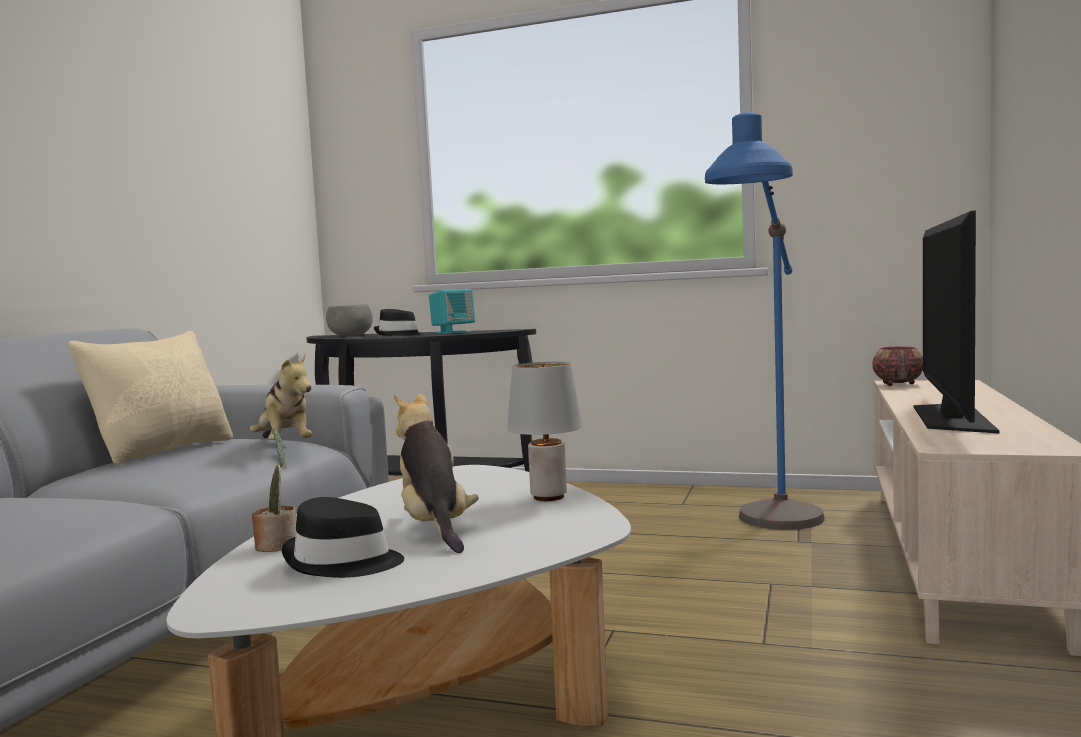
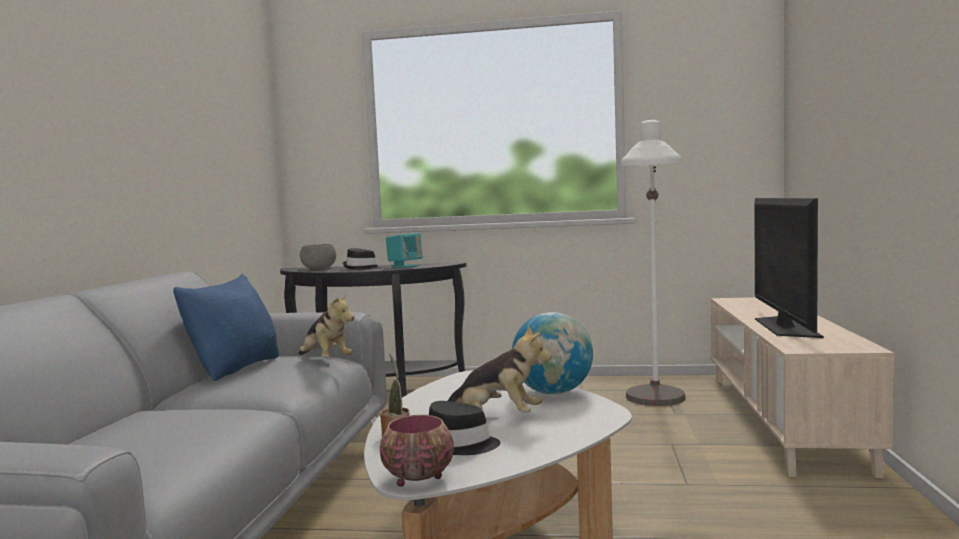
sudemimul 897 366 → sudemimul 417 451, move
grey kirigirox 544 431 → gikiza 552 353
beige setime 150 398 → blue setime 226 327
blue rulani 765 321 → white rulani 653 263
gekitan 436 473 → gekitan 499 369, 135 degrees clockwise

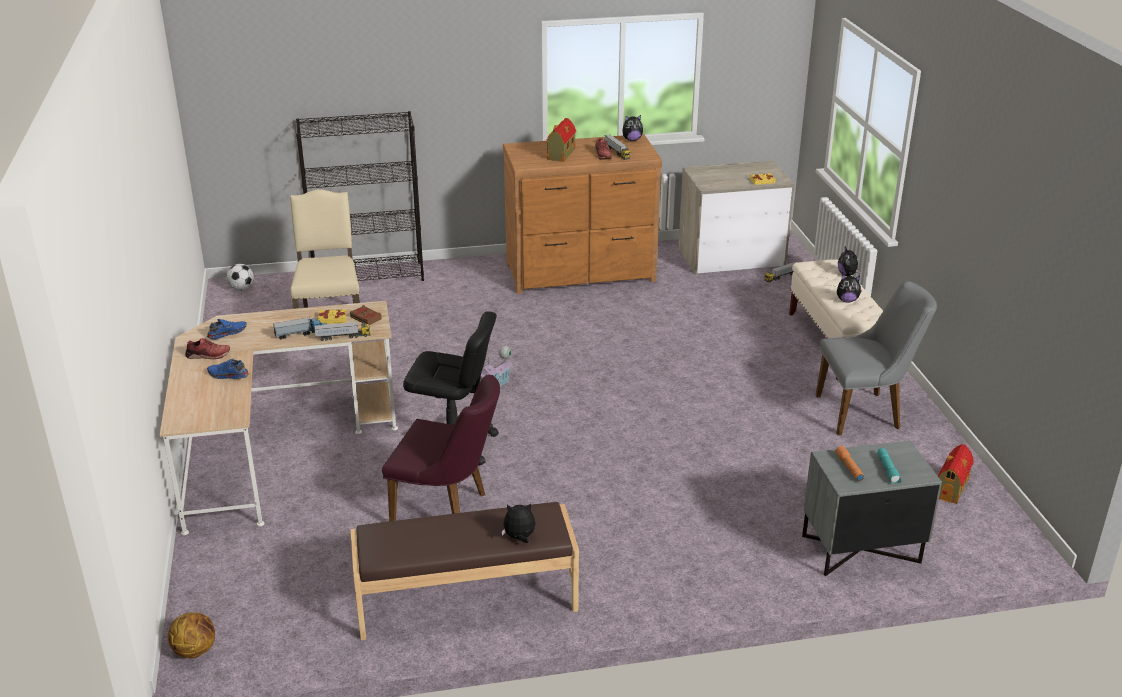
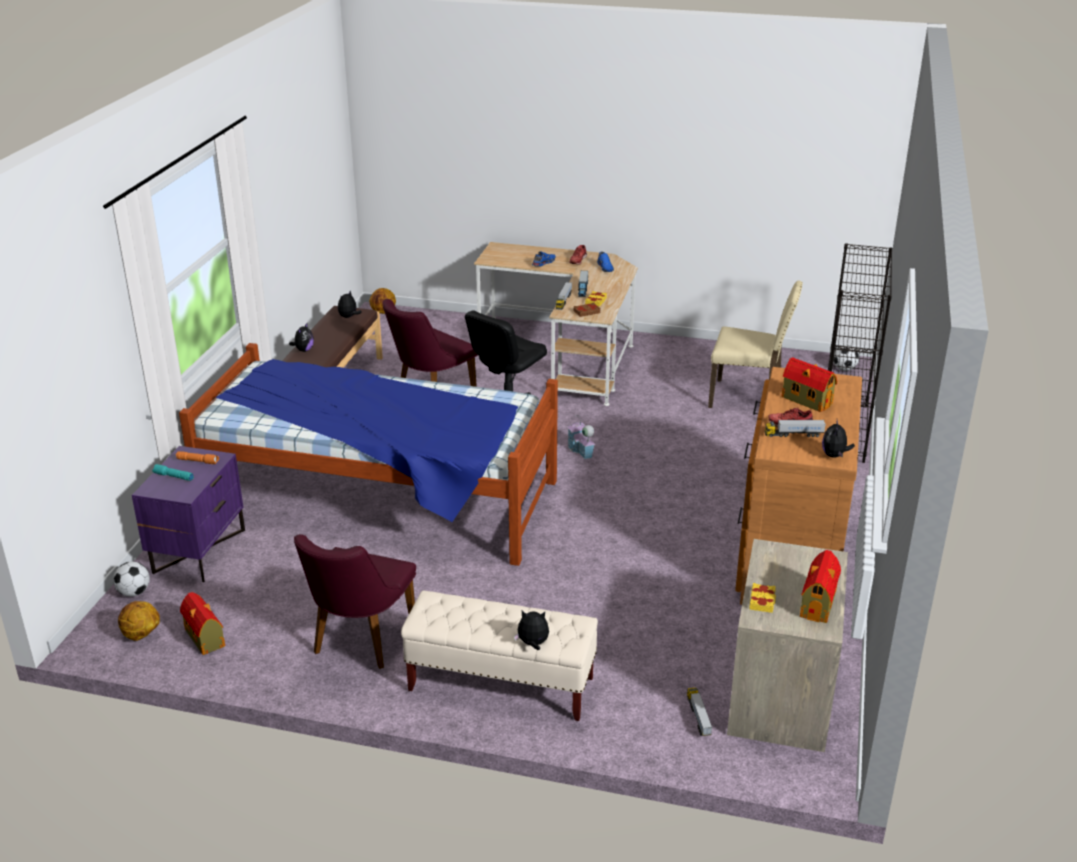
- → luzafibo 131 579
- → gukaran 139 621
- → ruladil 368 454
- → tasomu 820 586
gekitan 849 289 → gekitan 350 304, move
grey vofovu 872 508 → purple vofovu 188 514
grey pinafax 876 358 → purple pinafax 355 601

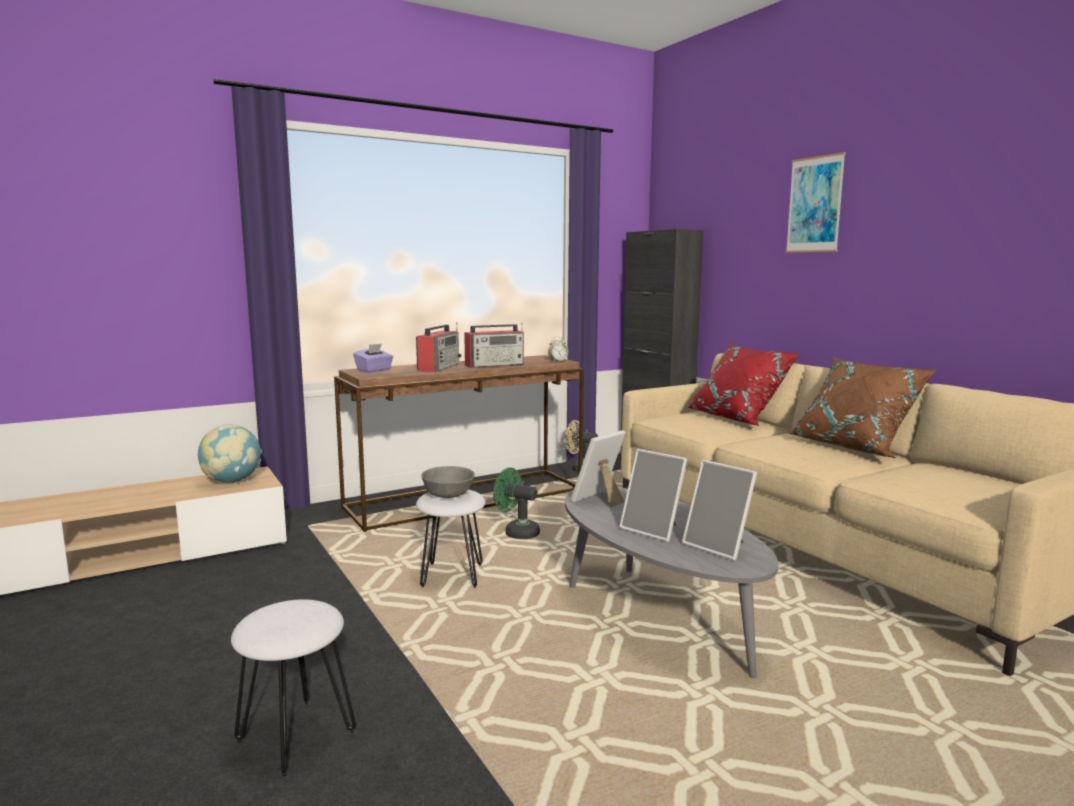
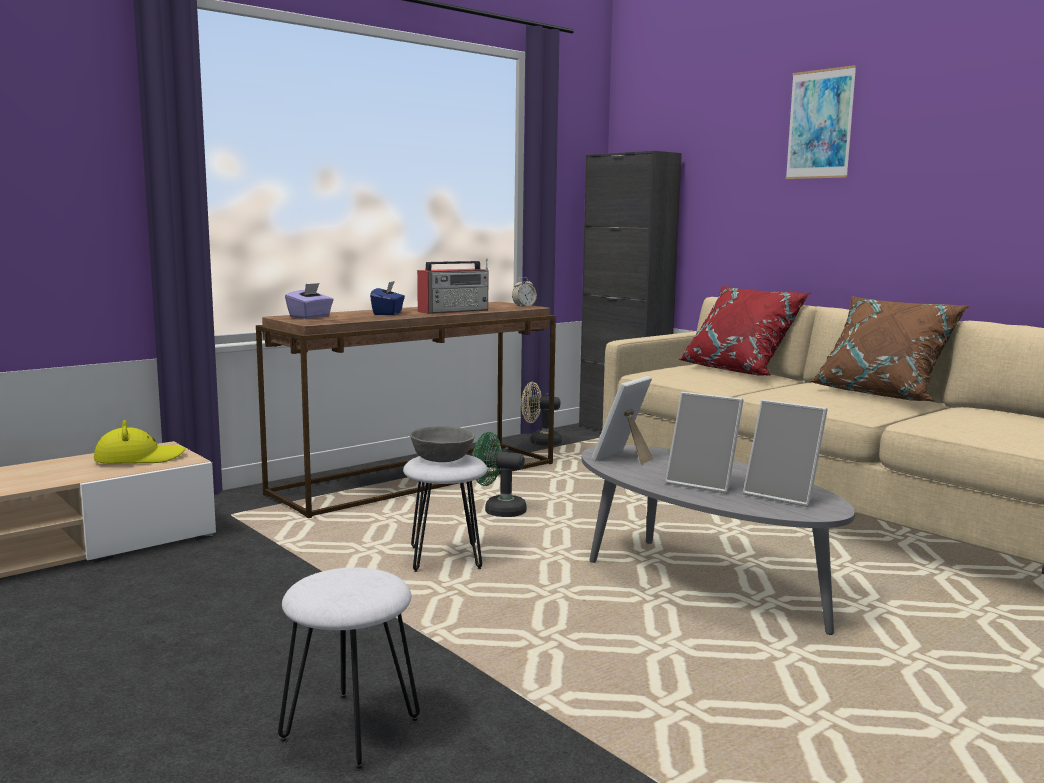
gikiza 230 453 → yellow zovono 140 442
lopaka 438 347 → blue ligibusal 387 298

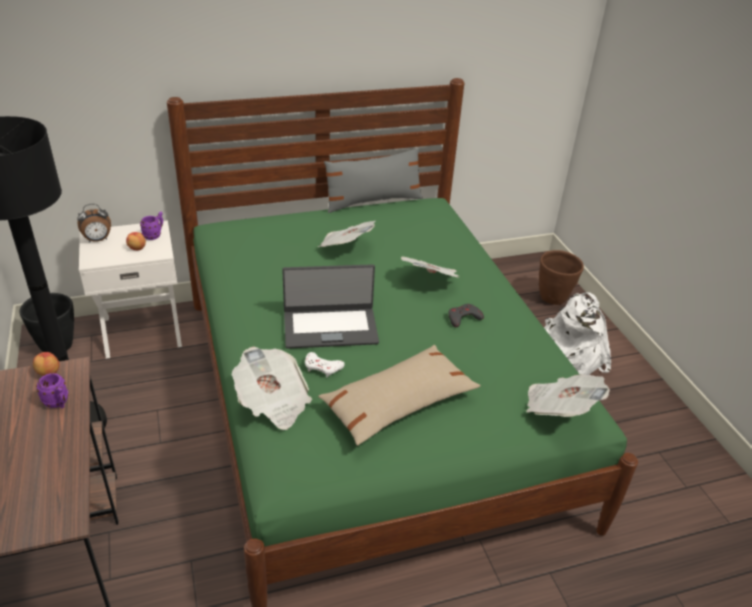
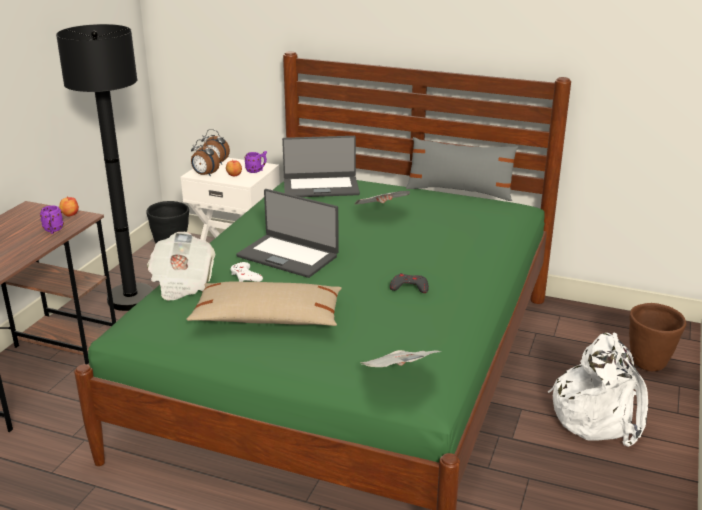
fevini 430 267 → -
- → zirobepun 205 158
- → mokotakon 321 166

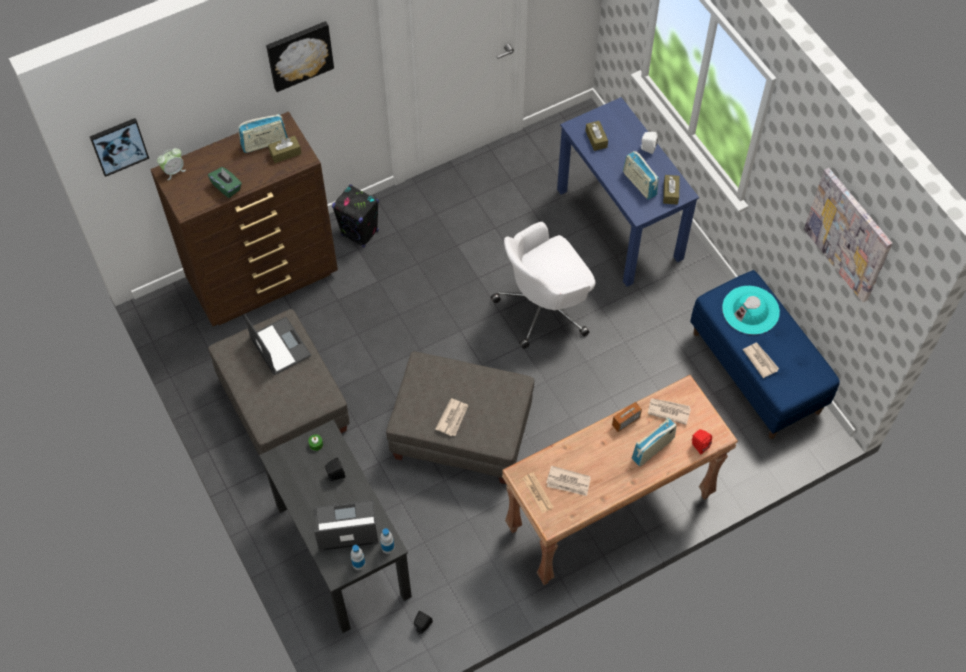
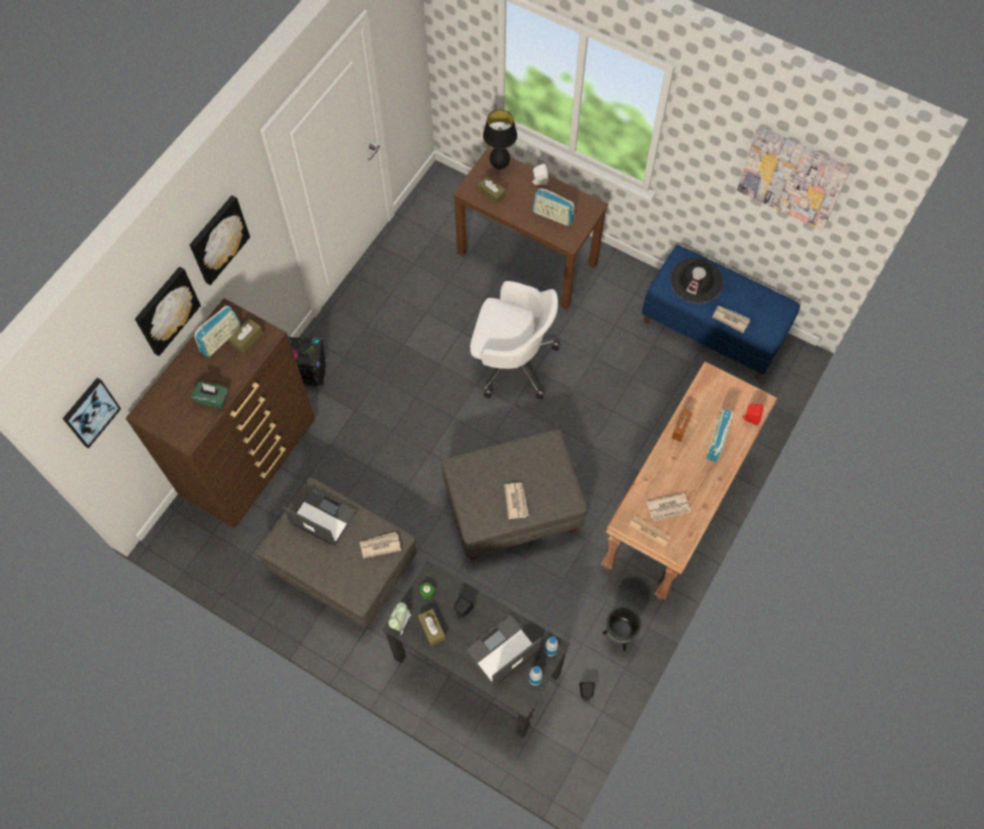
- → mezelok 168 311
- → black kirigirox 500 140
- → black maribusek 622 628
zirobepun 171 164 → zirobepun 399 618, move
fevini 669 411 → fevini 380 545, move
brown ligibusal 671 190 → brown ligibusal 432 627, move
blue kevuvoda 628 192 → brown kevuvoda 530 228
turquoise zovono 751 310 → black zovono 697 280
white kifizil 543 285 → white kifizil 515 340, 105 degrees counterclockwise

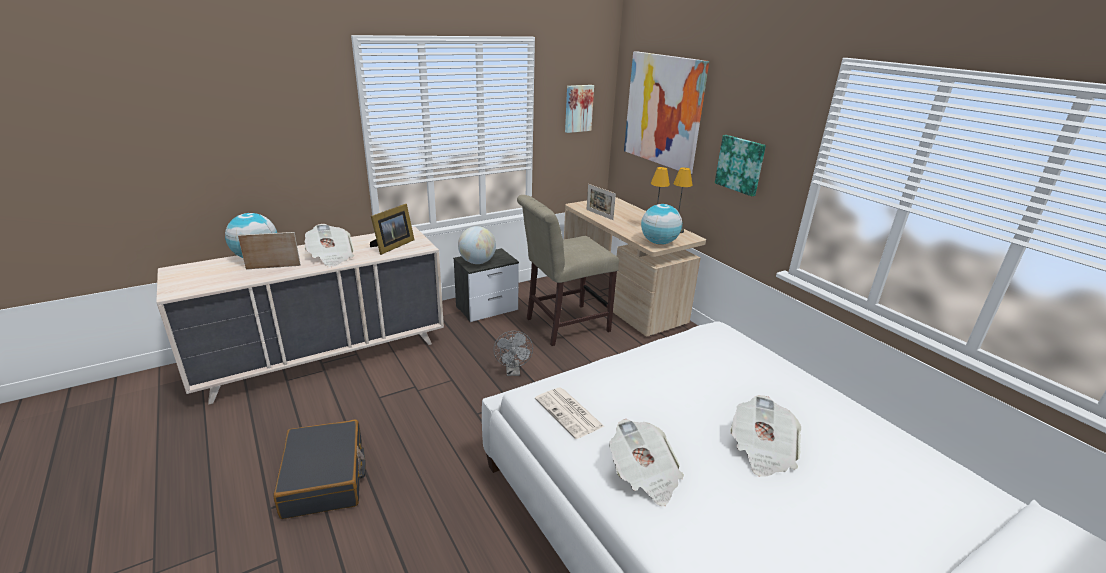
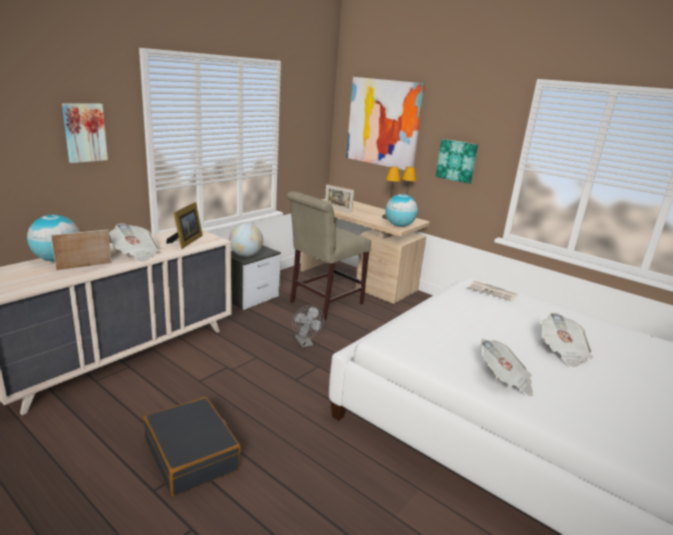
fevini 570 413 → fevini 493 290, move
mezelok 579 109 → mezelok 85 133, move

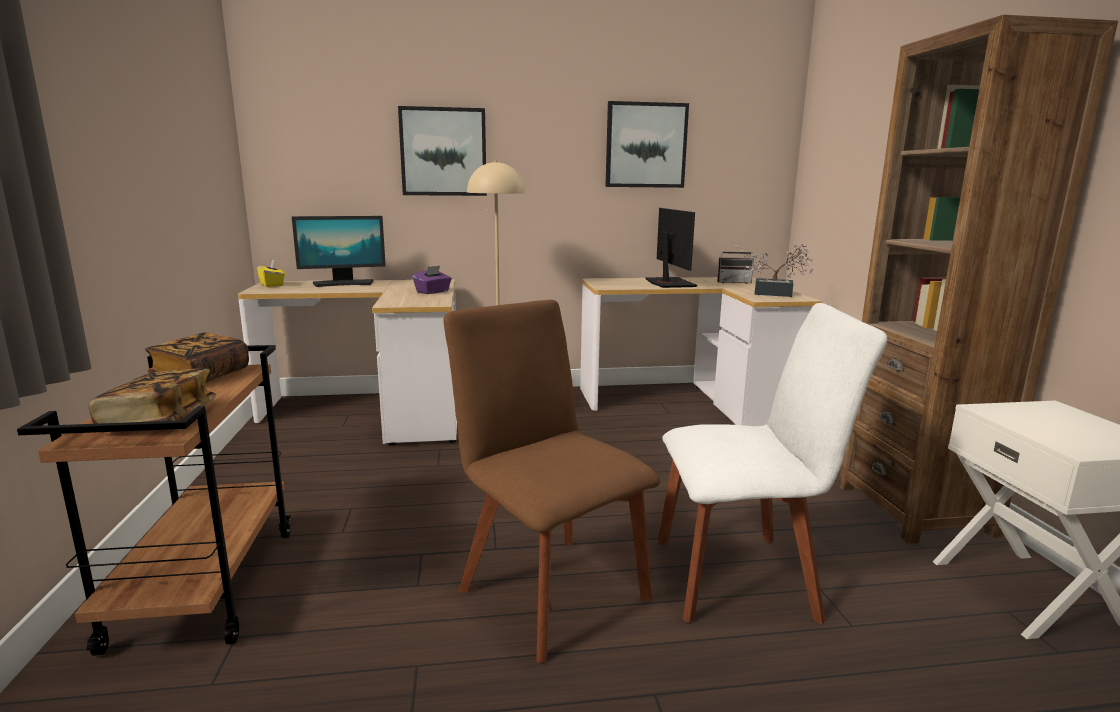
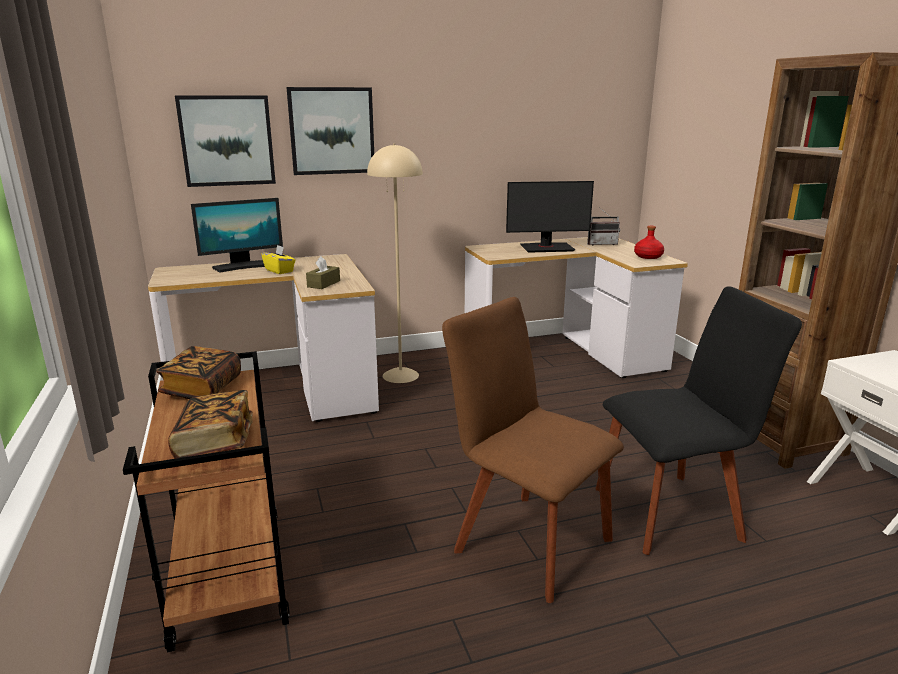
purple ligibusal 432 280 → -
- → brown ligibusal 323 272
yellow ligibusal 271 273 → yellow ligibusal 278 259, move
mezelok 647 144 → mezelok 225 141, move
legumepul 779 270 → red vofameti 649 242
white pinafax 772 464 → black pinafax 699 420
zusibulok 671 248 → zusibulok 550 217, 105 degrees clockwise

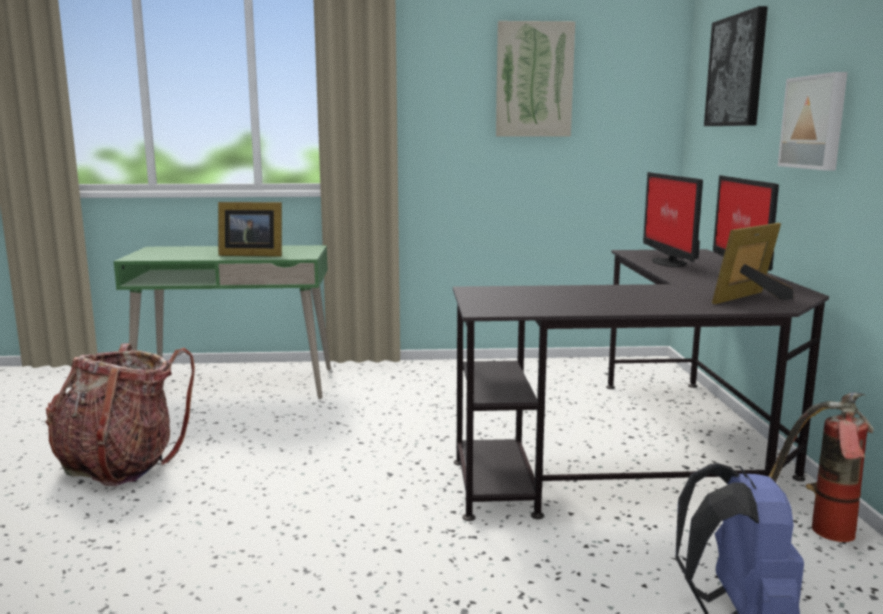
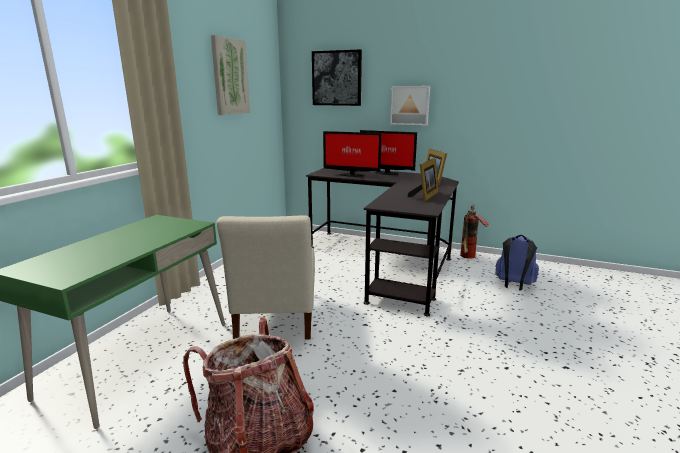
- → beige pinafax 265 277
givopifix 250 229 → givopifix 422 179, move

